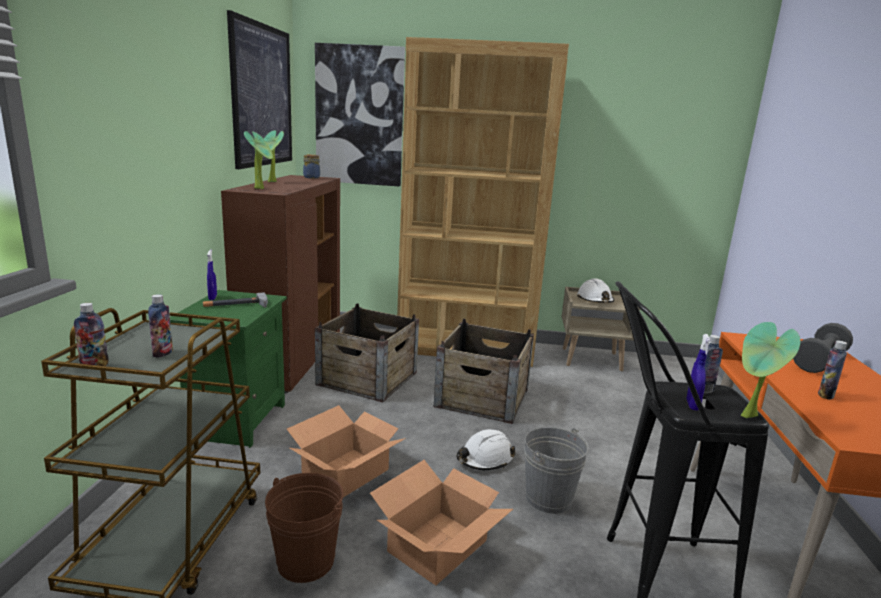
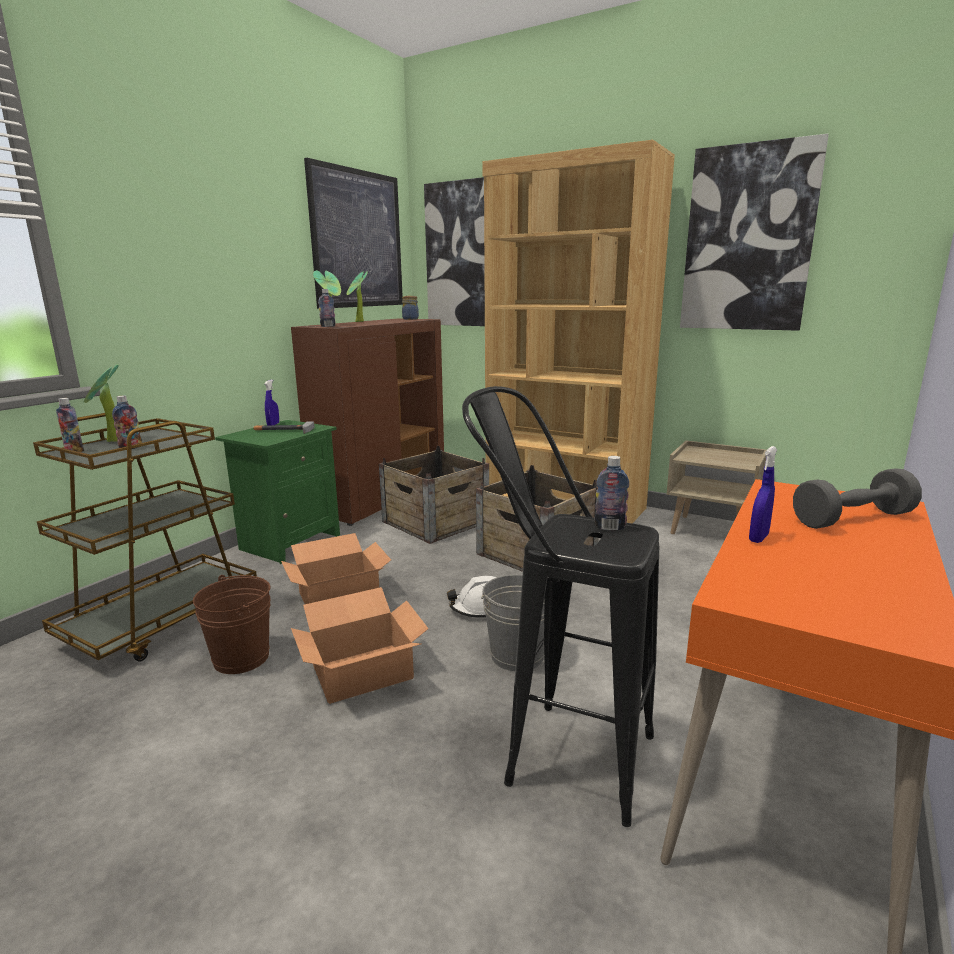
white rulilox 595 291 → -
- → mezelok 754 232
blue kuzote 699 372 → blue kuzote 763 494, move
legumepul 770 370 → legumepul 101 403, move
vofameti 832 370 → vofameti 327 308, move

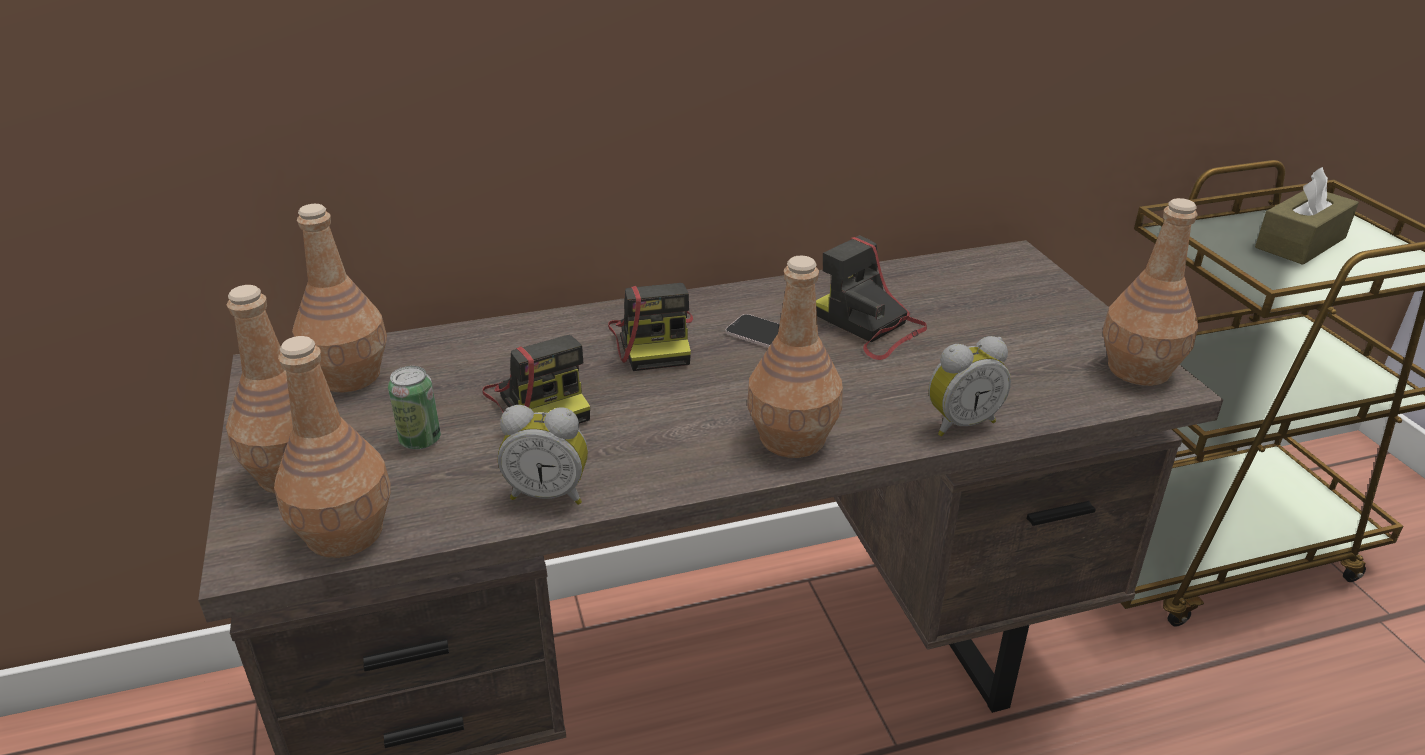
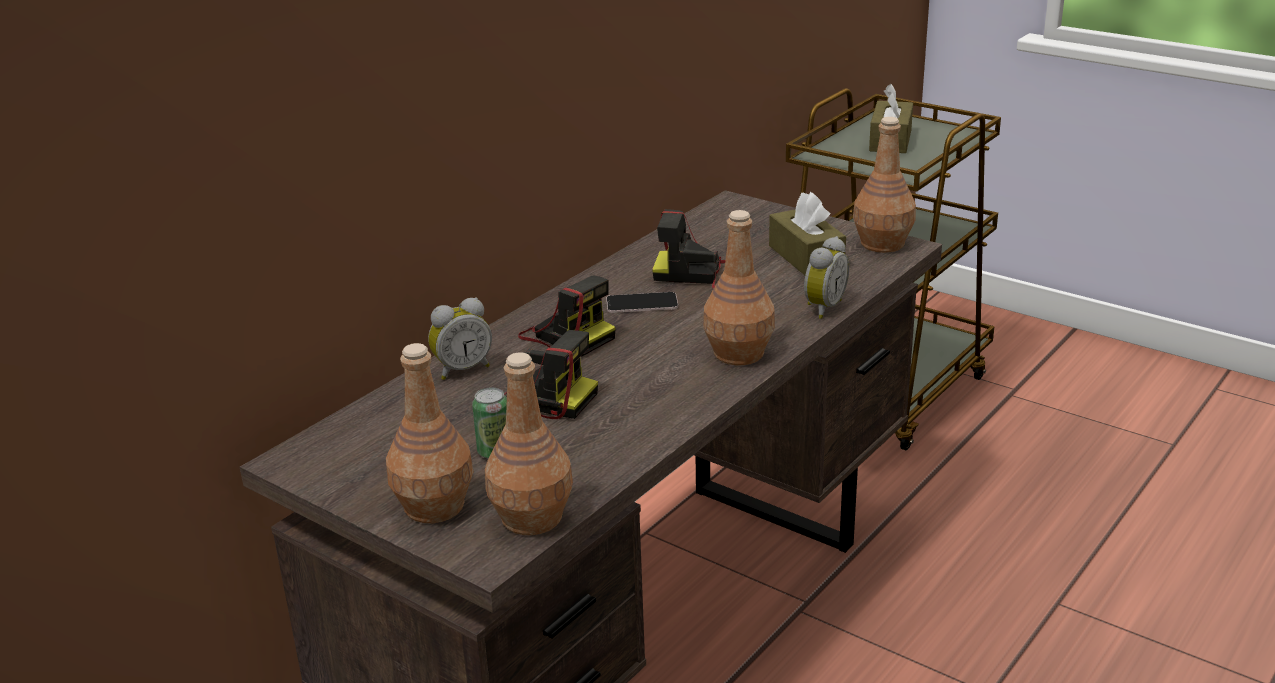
brown vofameti 339 298 → -
- → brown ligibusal 807 233
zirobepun 543 455 → zirobepun 460 338, move

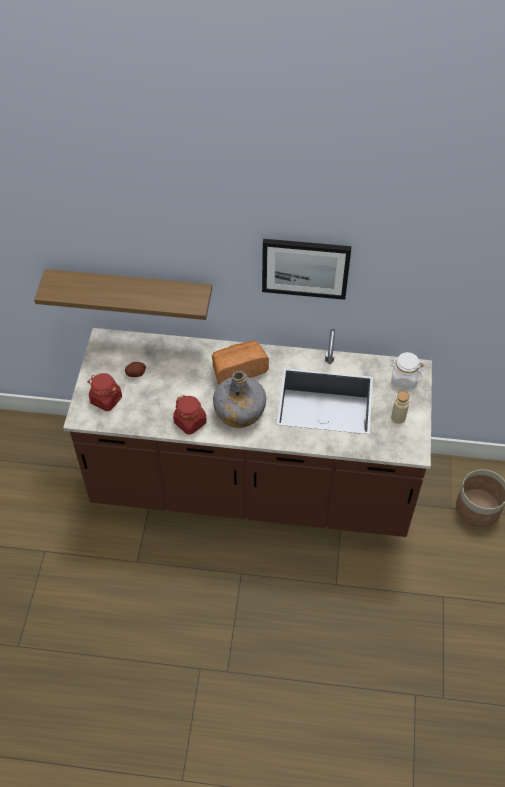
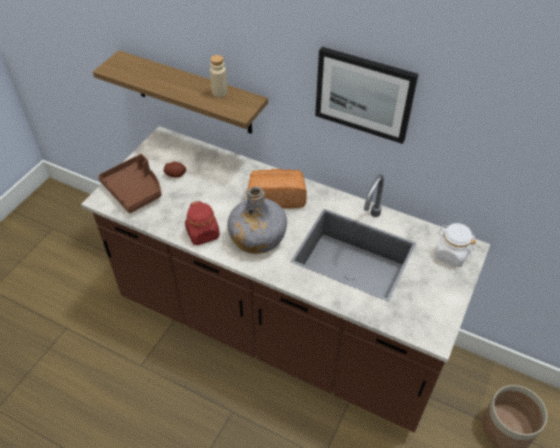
beige vofameti 400 407 → beige vofameti 219 76, move
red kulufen 105 392 → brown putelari 129 183

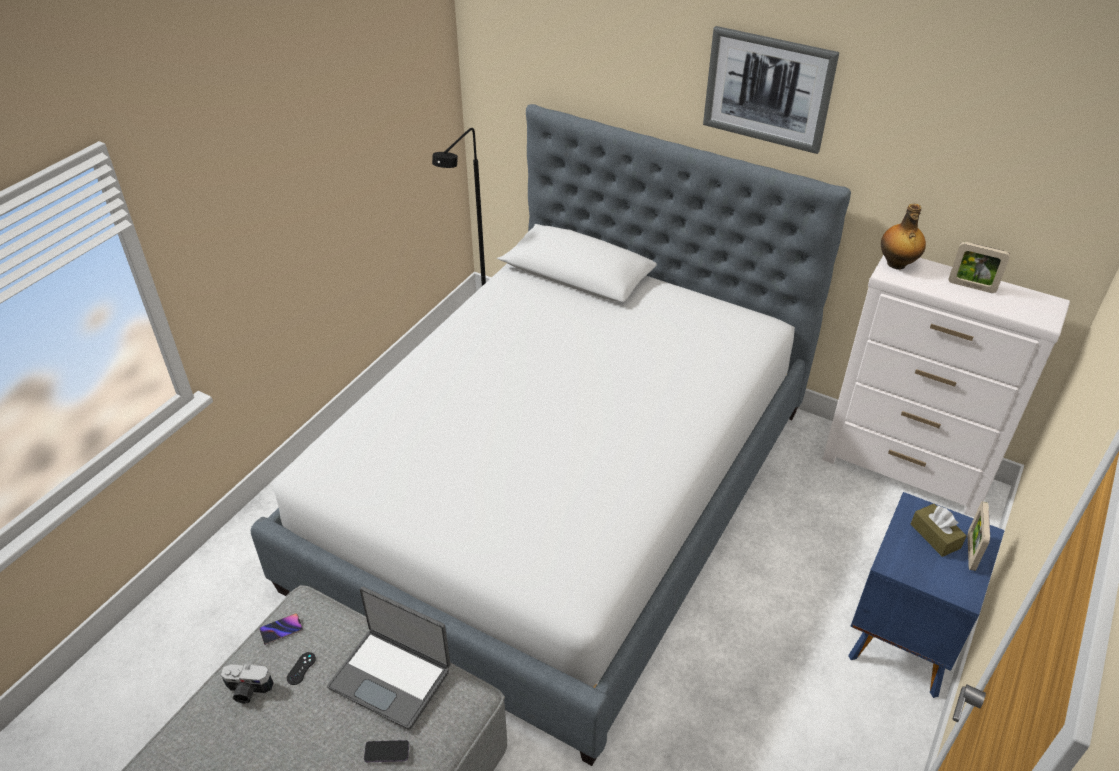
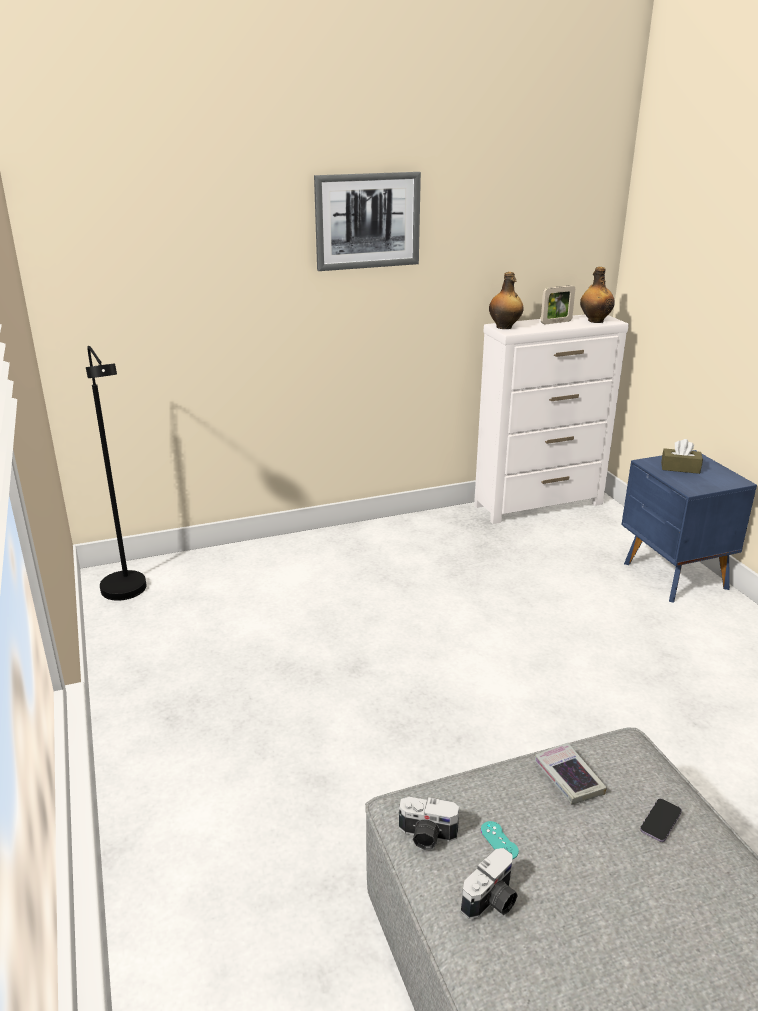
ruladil 551 435 → -
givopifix 979 536 → -
- → vofameti 597 295
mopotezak 281 629 → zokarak 429 823
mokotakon 389 658 → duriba 570 773
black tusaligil 301 668 → turquoise tusaligil 500 840

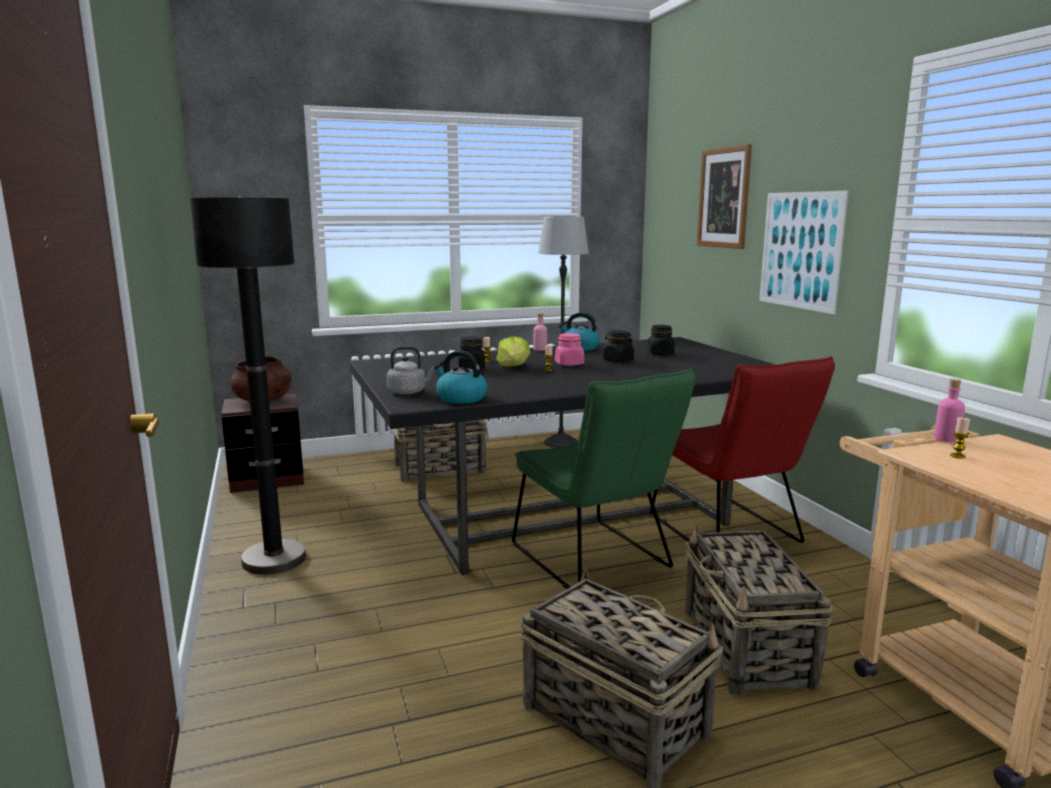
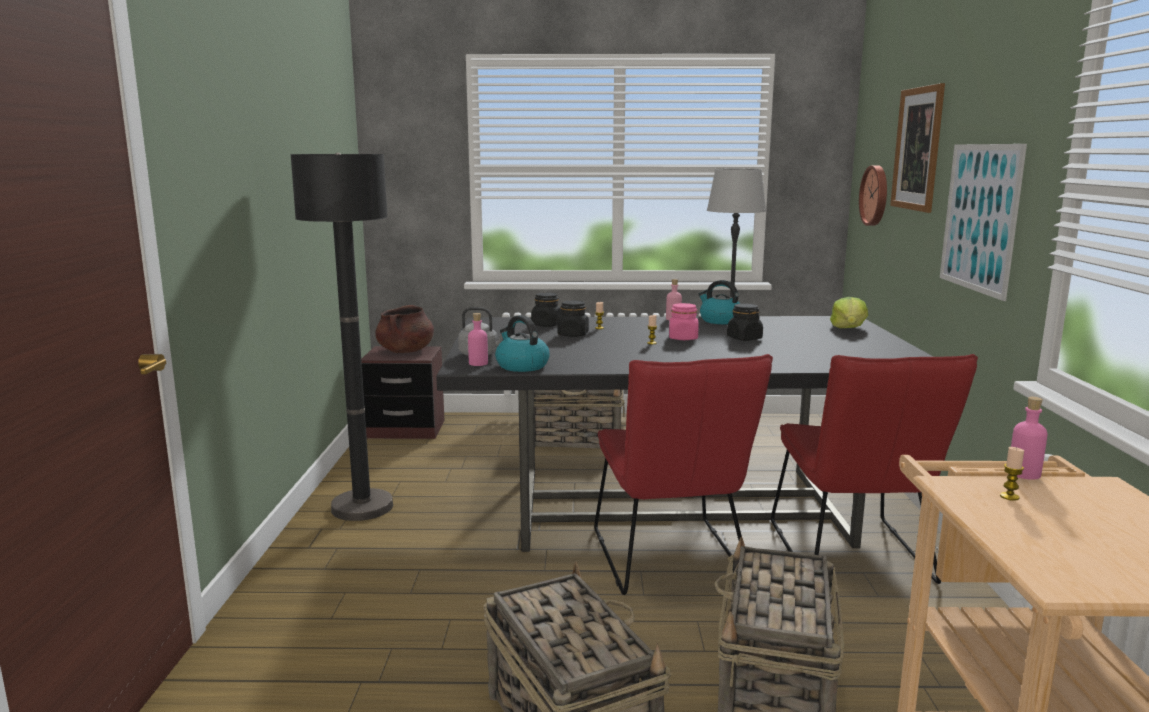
- → pink vofameti 478 339
- → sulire 873 196
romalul 513 351 → romalul 849 312, move
black kulufen 660 340 → black kulufen 546 309, move
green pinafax 603 478 → red pinafax 683 474

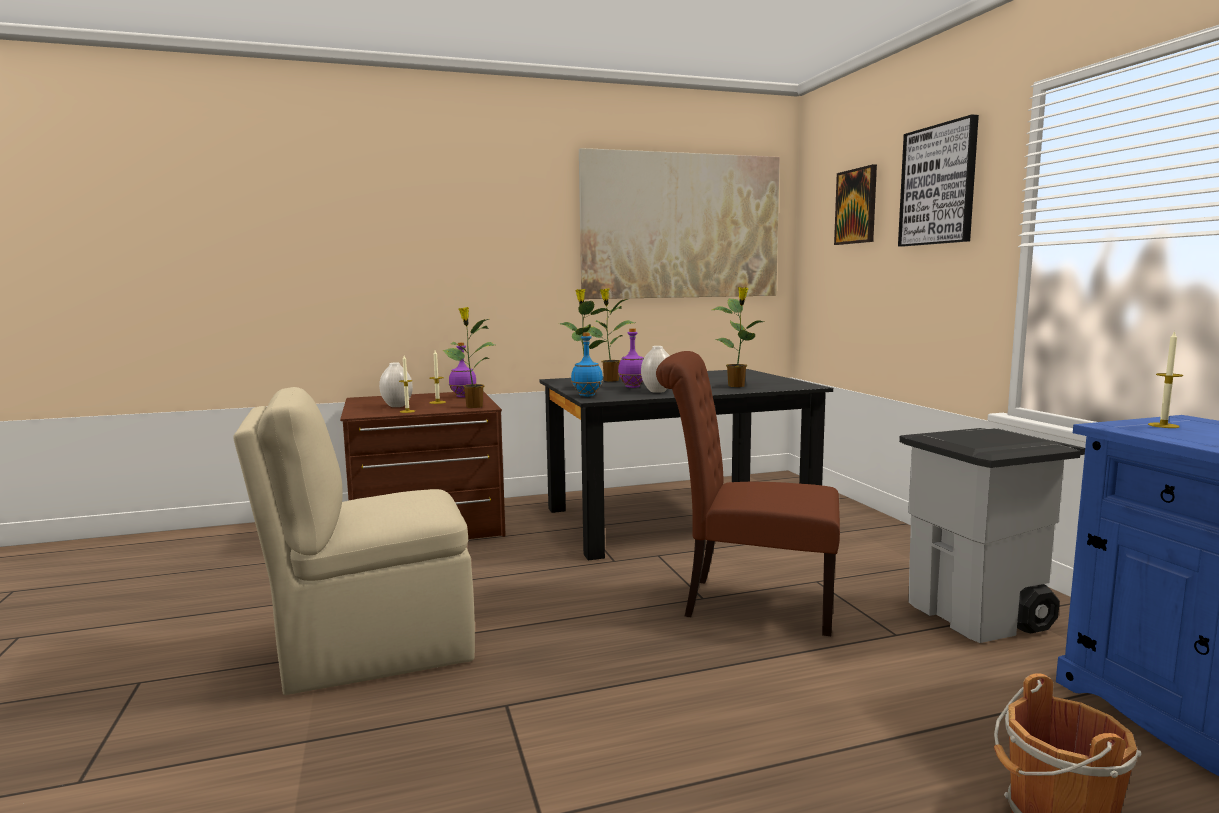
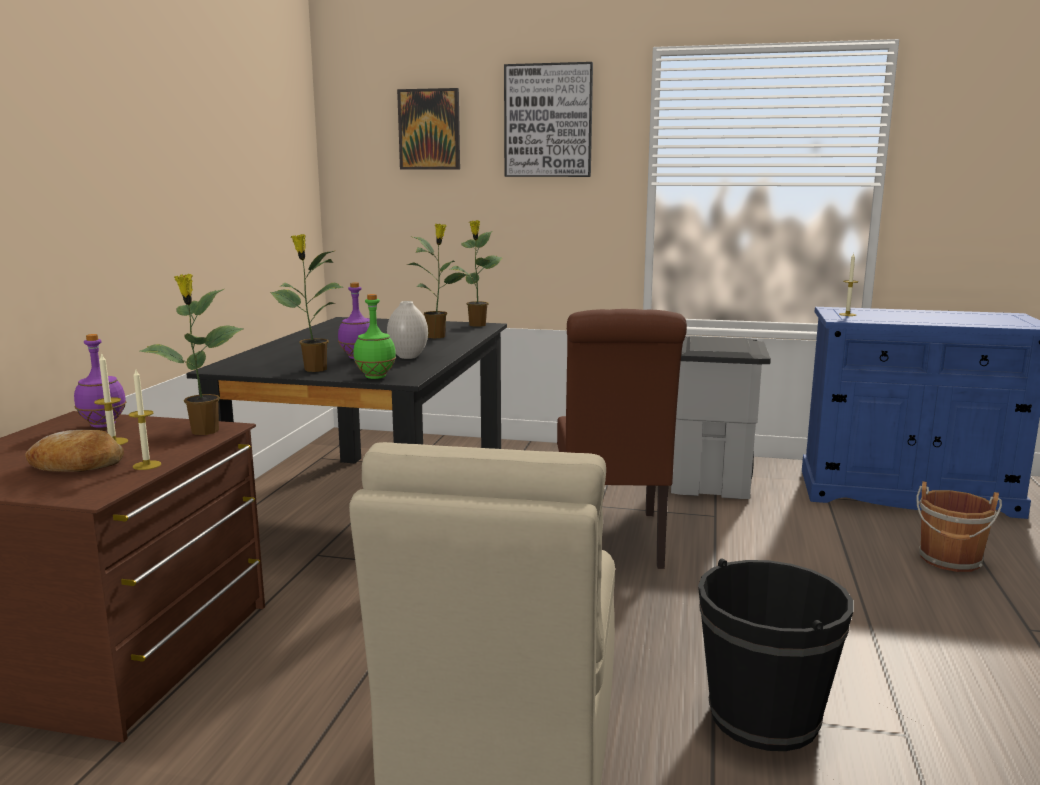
mezelok 679 223 → -
- → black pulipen 775 655
legumepul 611 334 → legumepul 476 273, move
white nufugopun 396 384 → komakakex 74 451
blue vofameti 587 364 → green vofameti 374 336
brown pinafax 748 493 → brown pinafax 622 439, 45 degrees counterclockwise

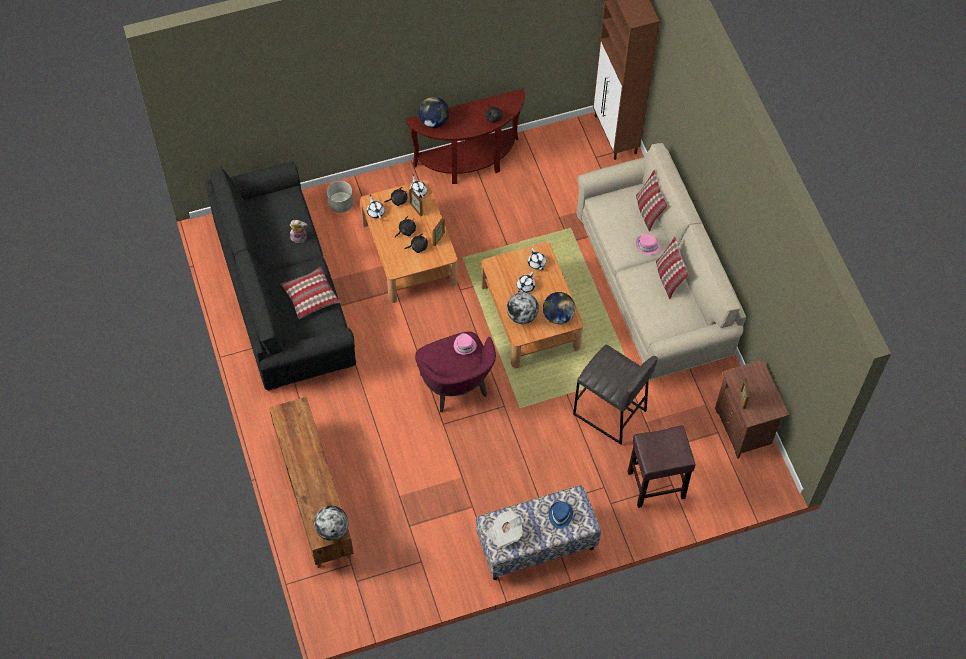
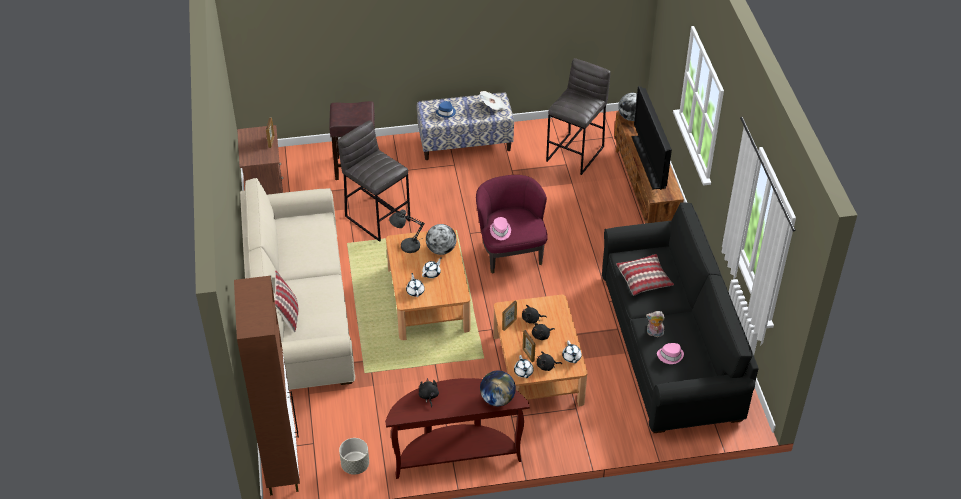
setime 672 268 → -
- → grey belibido 578 116
- → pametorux 652 138
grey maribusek 340 197 → grey maribusek 354 456, move
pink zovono 648 244 → pink zovono 670 353, move
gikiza 559 308 → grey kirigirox 406 231

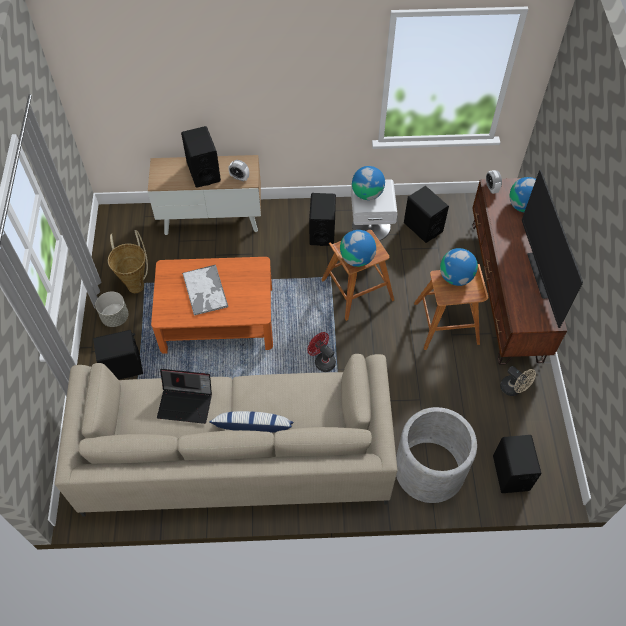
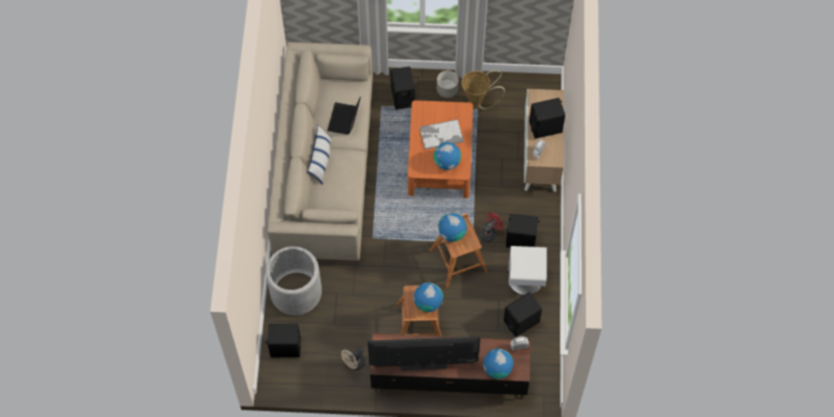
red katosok 321 352 → red katosok 491 227, move
gikiza 368 183 → gikiza 447 156, move

